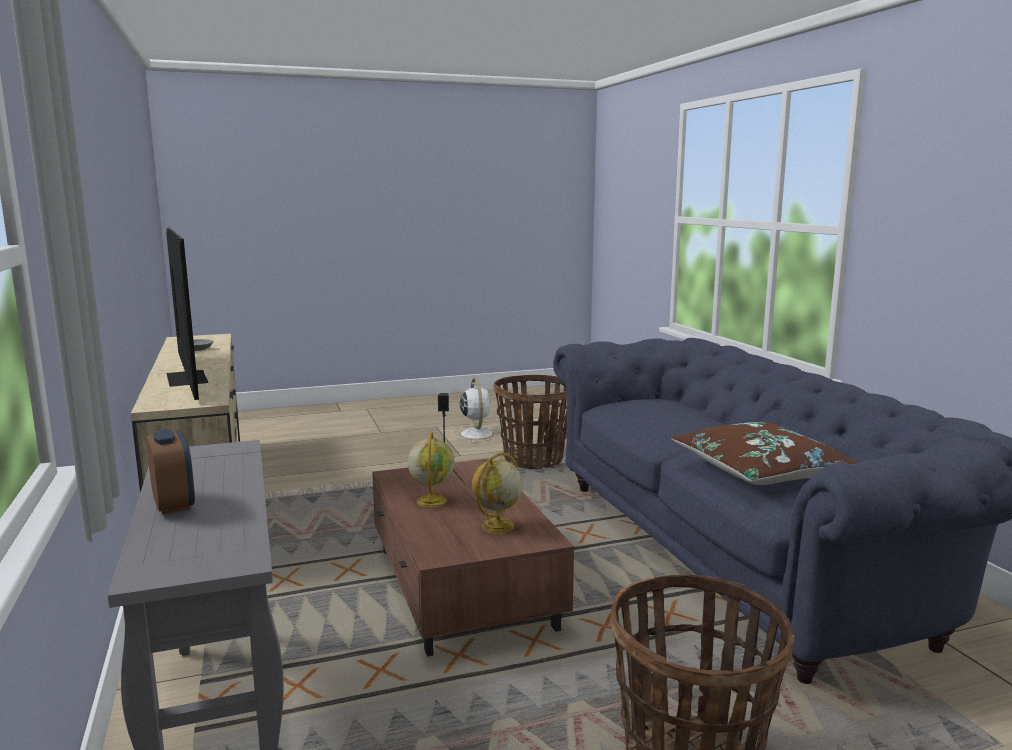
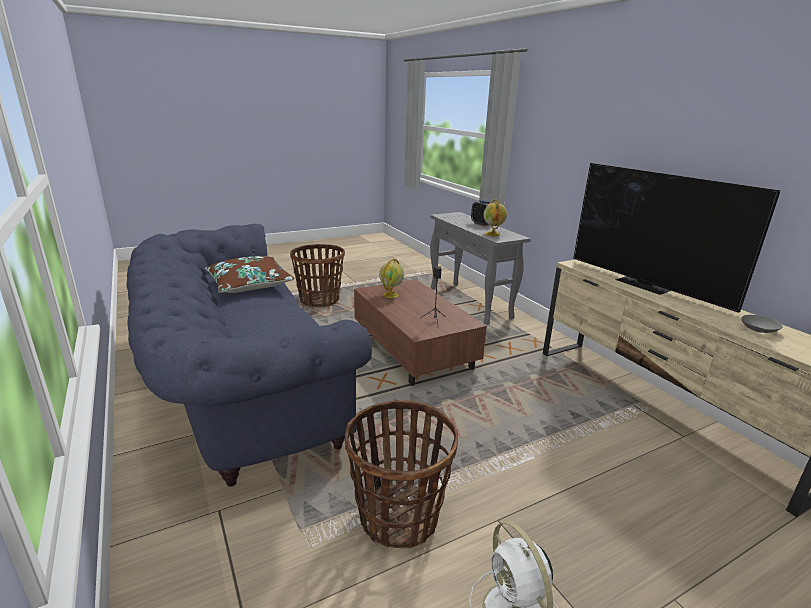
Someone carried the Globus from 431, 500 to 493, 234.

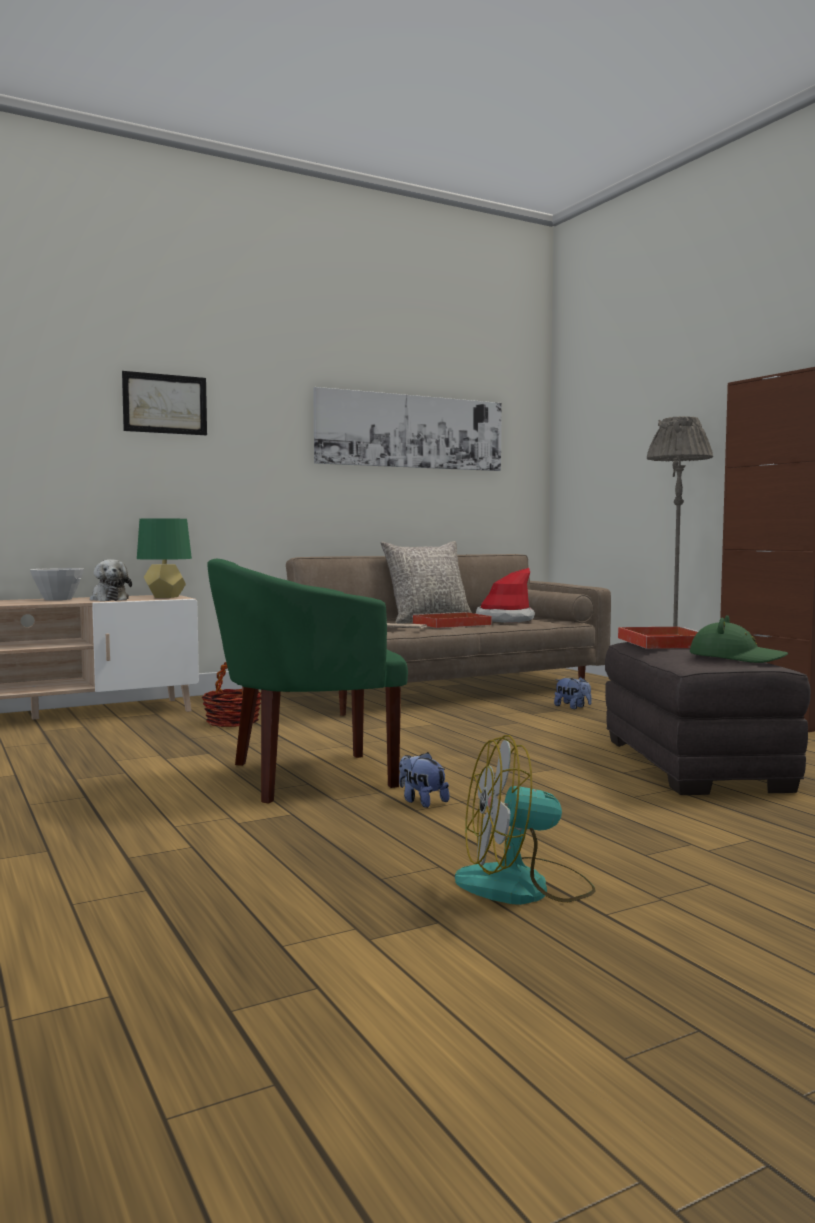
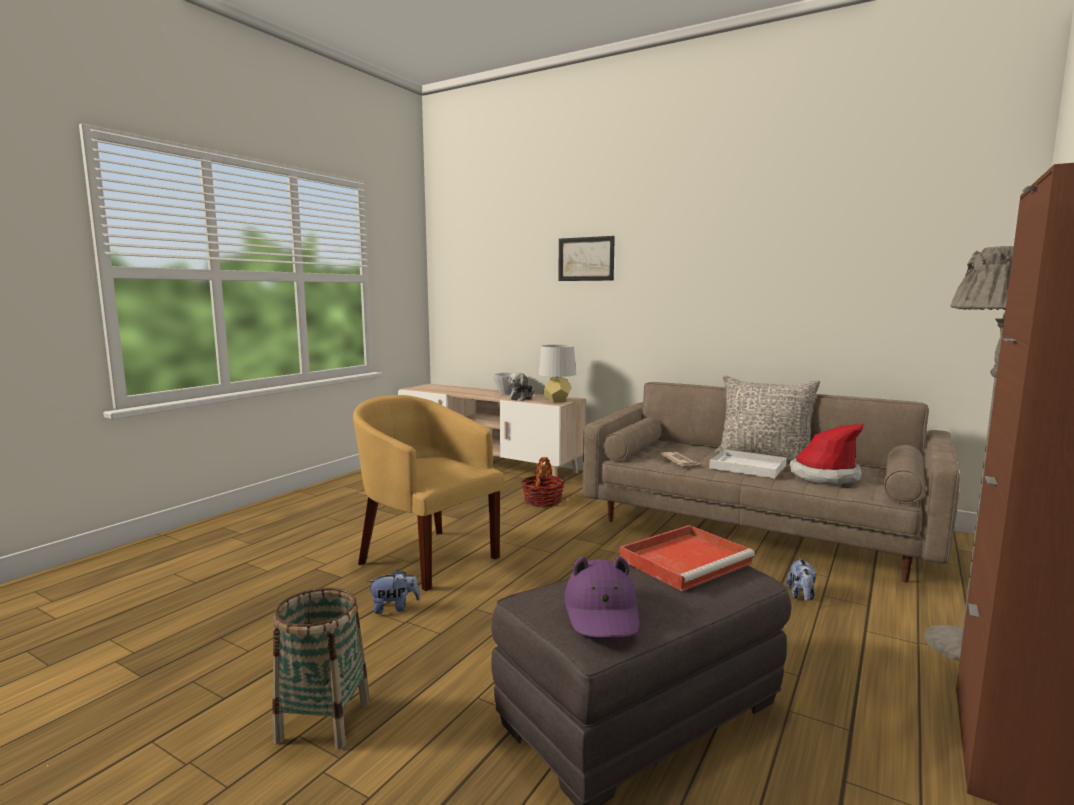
Someone put down the Korb at 324, 721.
Someone repainted the Sessel (grün) at 305, 777, which became the Sessel (gelb) at 427, 557.
Someone rotated the Plüschtier at 421, 801 by 60 degrees clockwise.
Someone repainted the Tischlampe (grün) at 165, 597, which became the Tischlampe (grau) at 557, 401.
Someone repainted the Hut (grün) at 736, 658, which became the Hut (lila) at 602, 612.
Someone repainted the Tablett (rot) at 450, 624, which became the Tablett (weiß) at 746, 467.
Someone took away the Bild at 411, 431.
Someone took away the Ventilator at 524, 886.

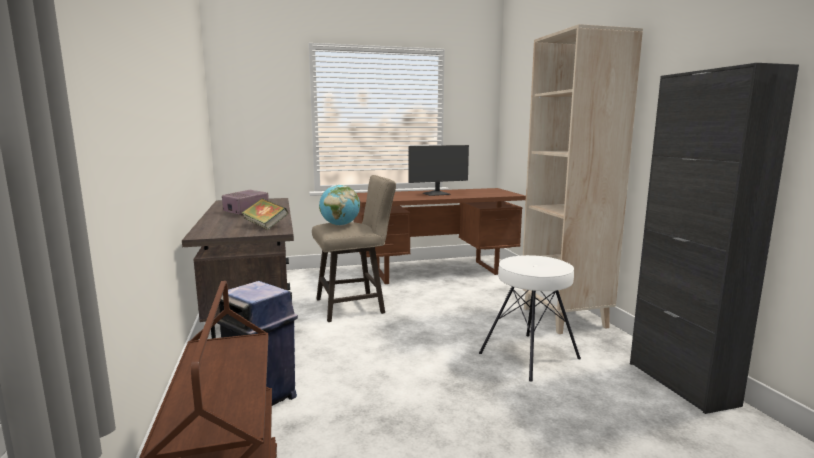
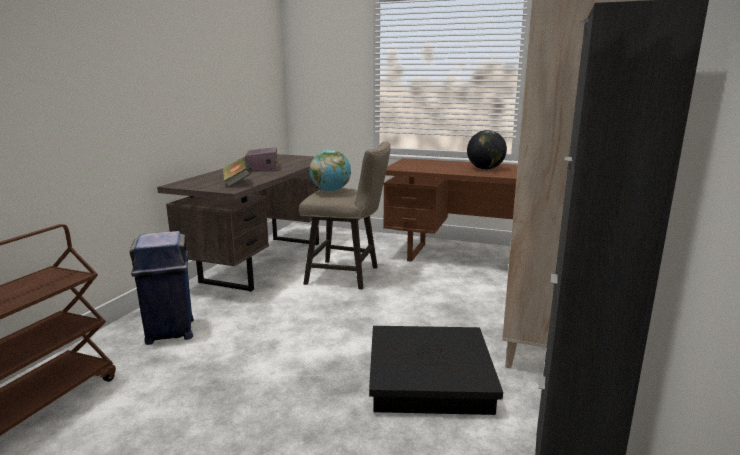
Someone swapped the Hocker (weiß) at 530, 356 for the Aufbewahrungsbox (schwarz) at 429, 378.
Someone swapped the Monitor at 437, 194 for the Globus at 485, 169.

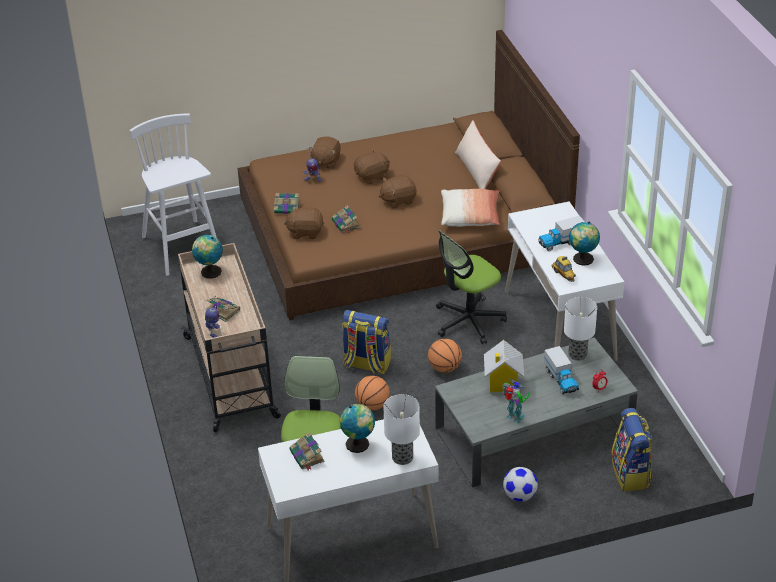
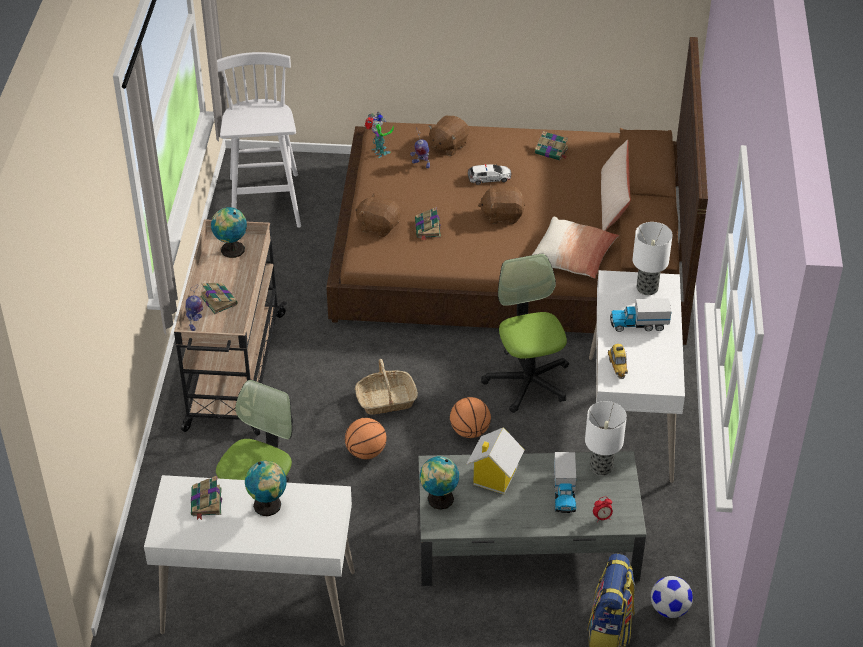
Someone swapped the Rucksack at 366, 364 for the Korb at 386, 400.
Someone carried the Spielzeugroboter from 514, 418 to 379, 152.
Someone carried the Globus from 582, 260 to 439, 500.
Someone swapped the Plüschtier (braun) at 372, 177 for the Spielzeugauto at 489, 178.
Someone rotated the Bürostuhl at 468, 321 by 90 degrees clockwise.
Someone carried the Buch from 287, 208 to 552, 151.
Someone carried the Tischlampe from 402, 457 to 647, 288.
Someone carried the Fußball from 519, 496 to 669, 609.

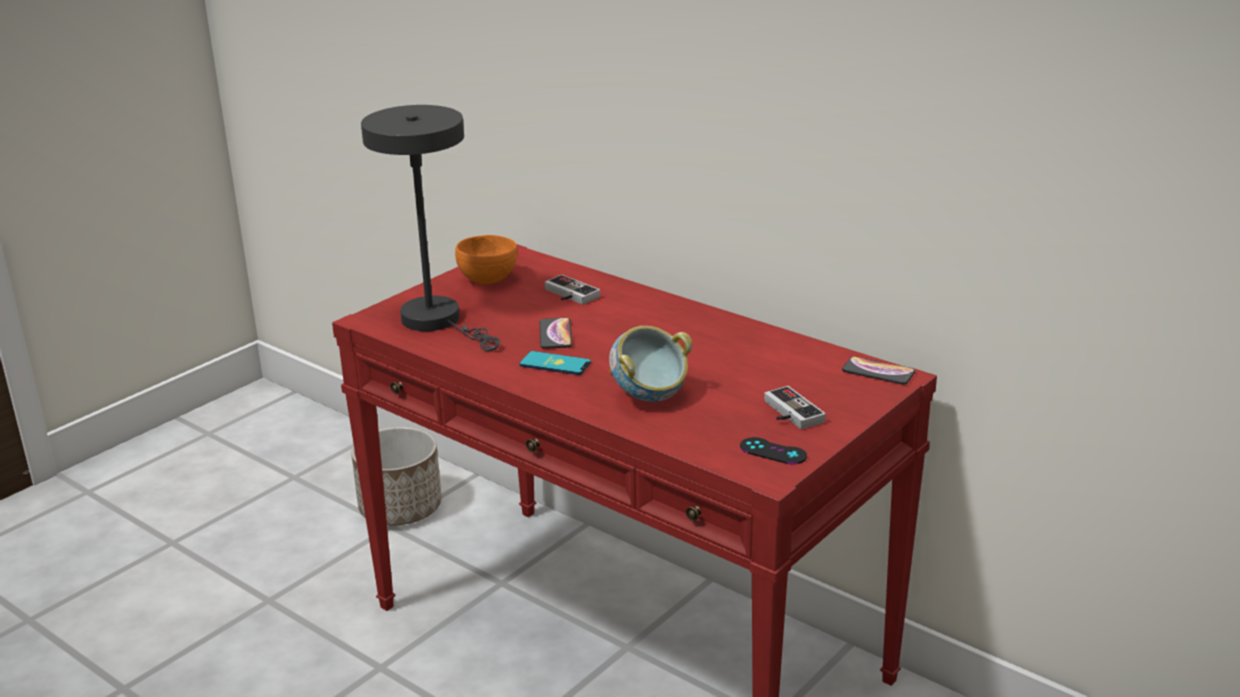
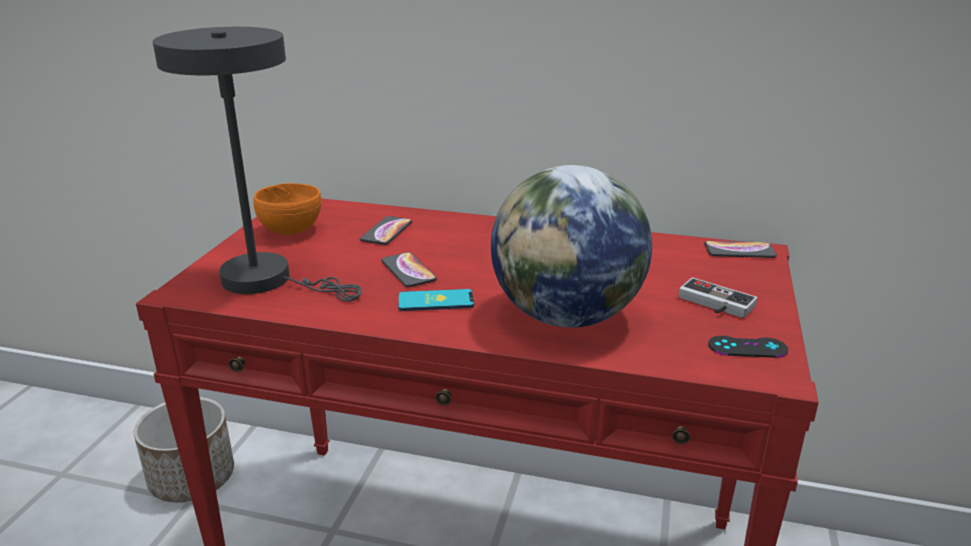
Someone swapped the Gamepad at 568, 295 for the Handy at 386, 231.
Someone swapped the Schüssel at 649, 397 for the Globus at 567, 317.

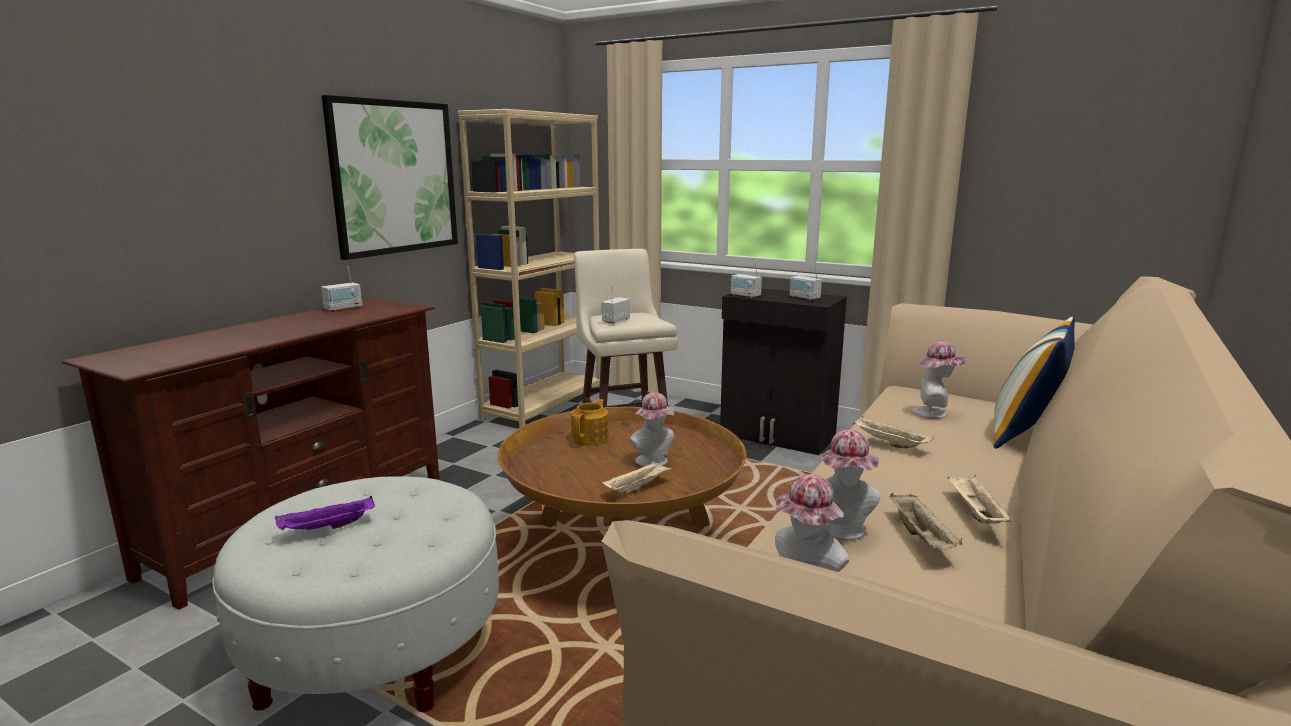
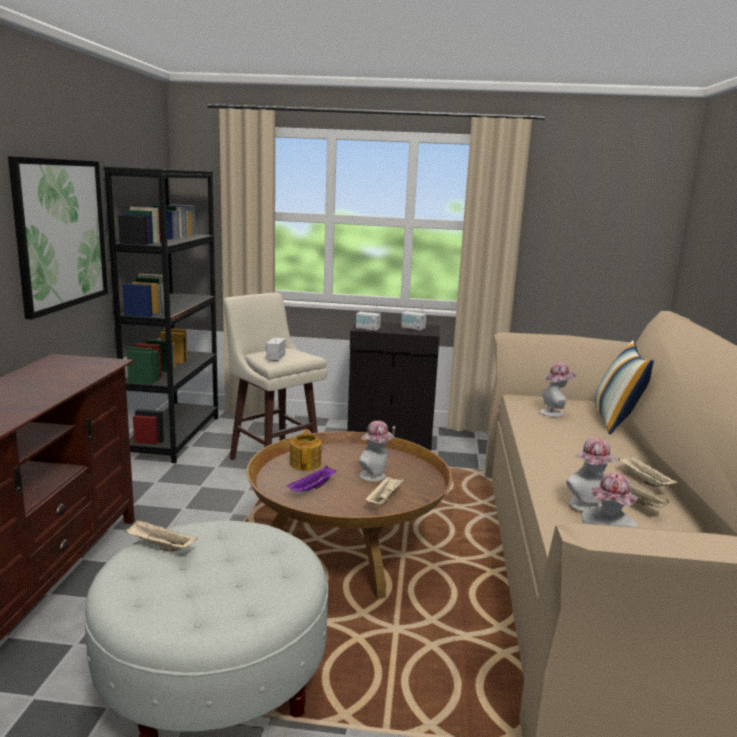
Someone repainted the Bücherregal (beige) at 544, 405, which became the Bücherregal (schwarz) at 175, 436.
Someone carried the Tablett (beige) from 888, 443 to 159, 546.
Someone carried the Tablett (lila) from 327, 528 to 312, 489.
Someone took away the Radio at 343, 308.

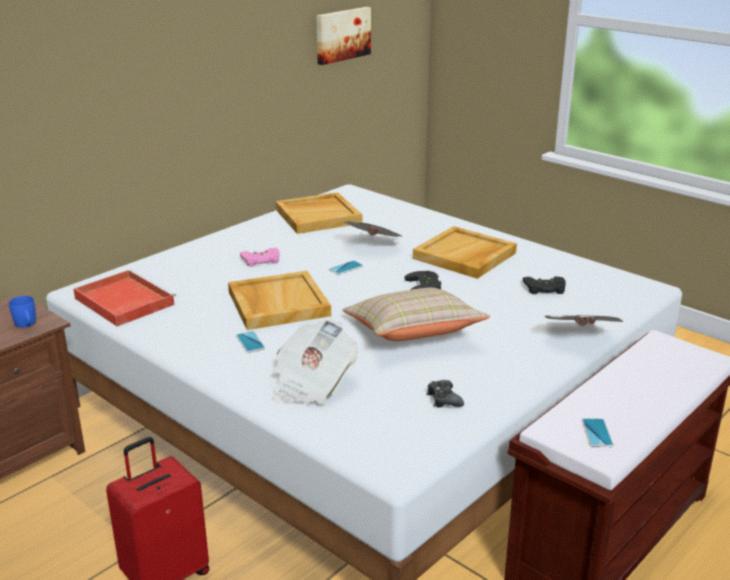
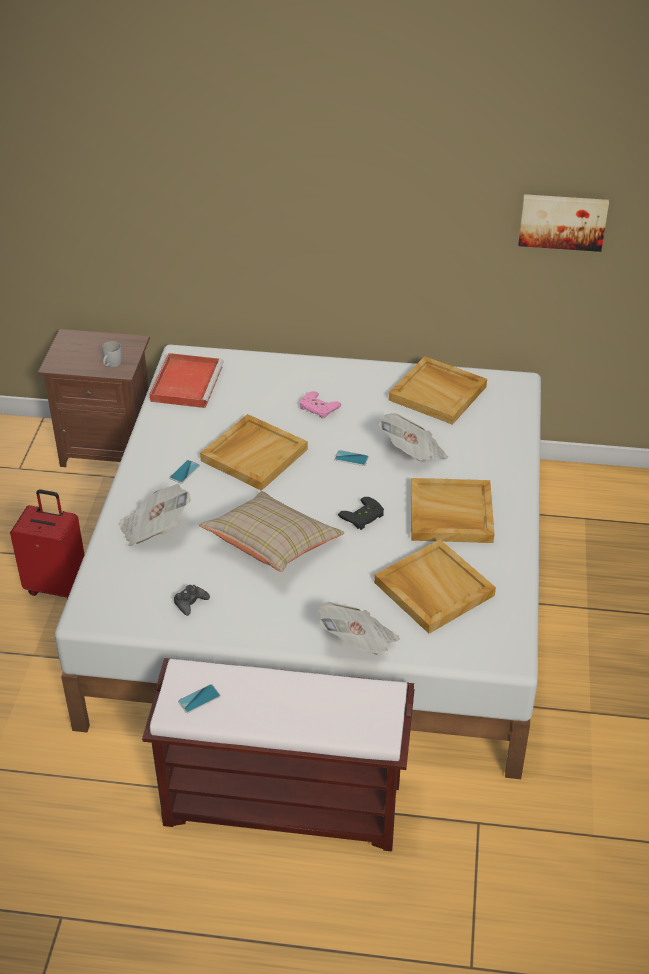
Someone repainted the Henkelbecher (blau) at 26, 325, which became the Henkelbecher (weiß) at 111, 365.
Someone swapped the Gamepad (schwarz) at 544, 289 for the Tablett (beige) at 432, 589.

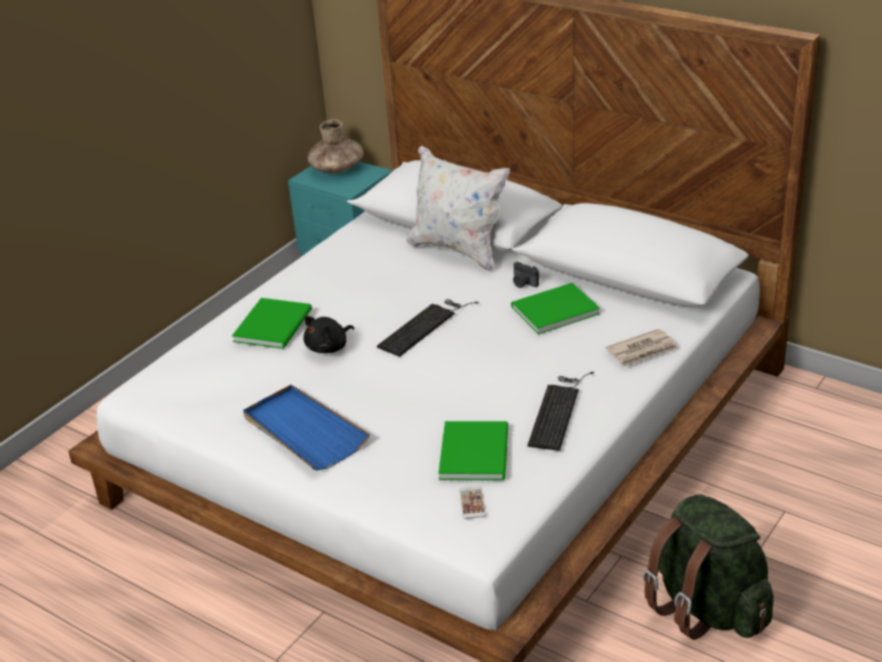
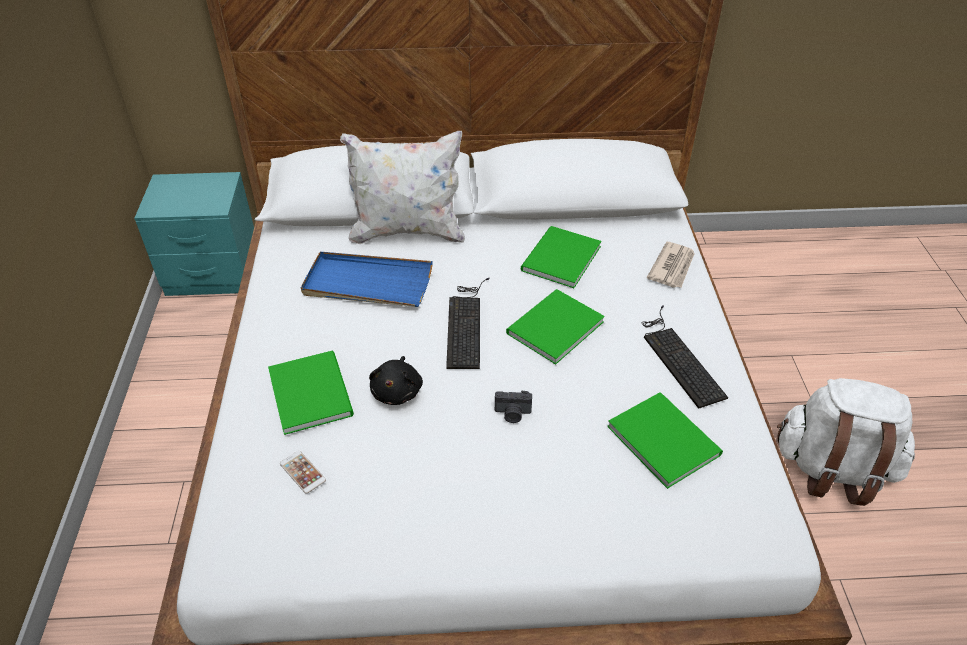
Someone carried the Handy from 472, 503 to 302, 472.
Someone carried the Tablett (blau) from 304, 431 to 367, 283.
Someone carried the Kamera from 523, 283 to 512, 414.
Someone put down the Buch (grün) at 552, 328.
Someone repainted the Rucksack (grün) at 707, 607, which became the Rucksack (weiß) at 832, 469.
Someone took away the Vase (braun) at 337, 169.

